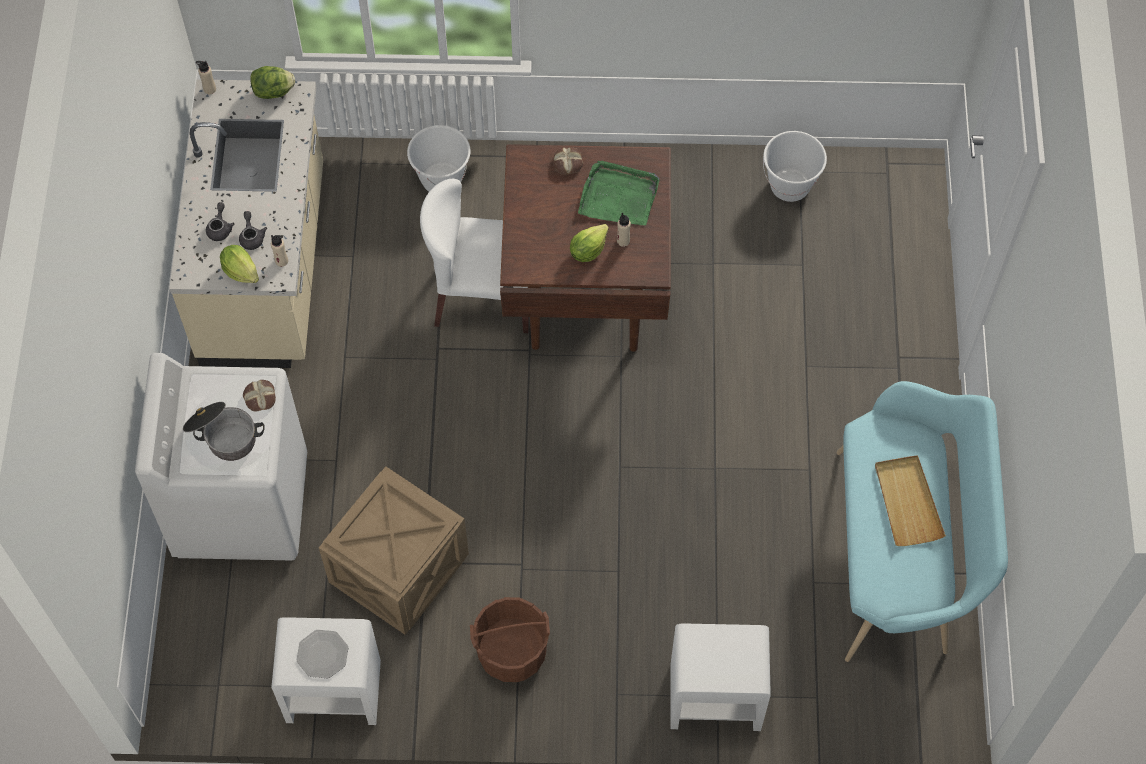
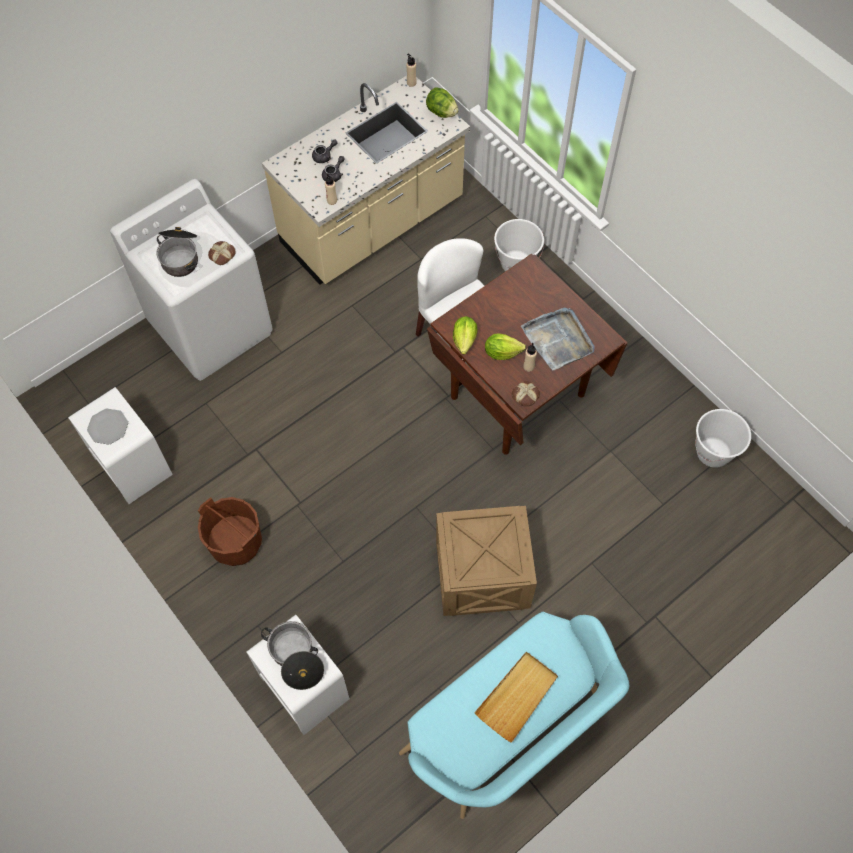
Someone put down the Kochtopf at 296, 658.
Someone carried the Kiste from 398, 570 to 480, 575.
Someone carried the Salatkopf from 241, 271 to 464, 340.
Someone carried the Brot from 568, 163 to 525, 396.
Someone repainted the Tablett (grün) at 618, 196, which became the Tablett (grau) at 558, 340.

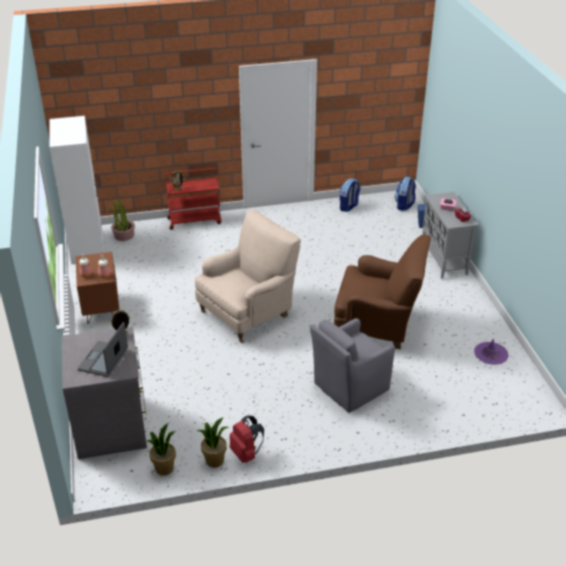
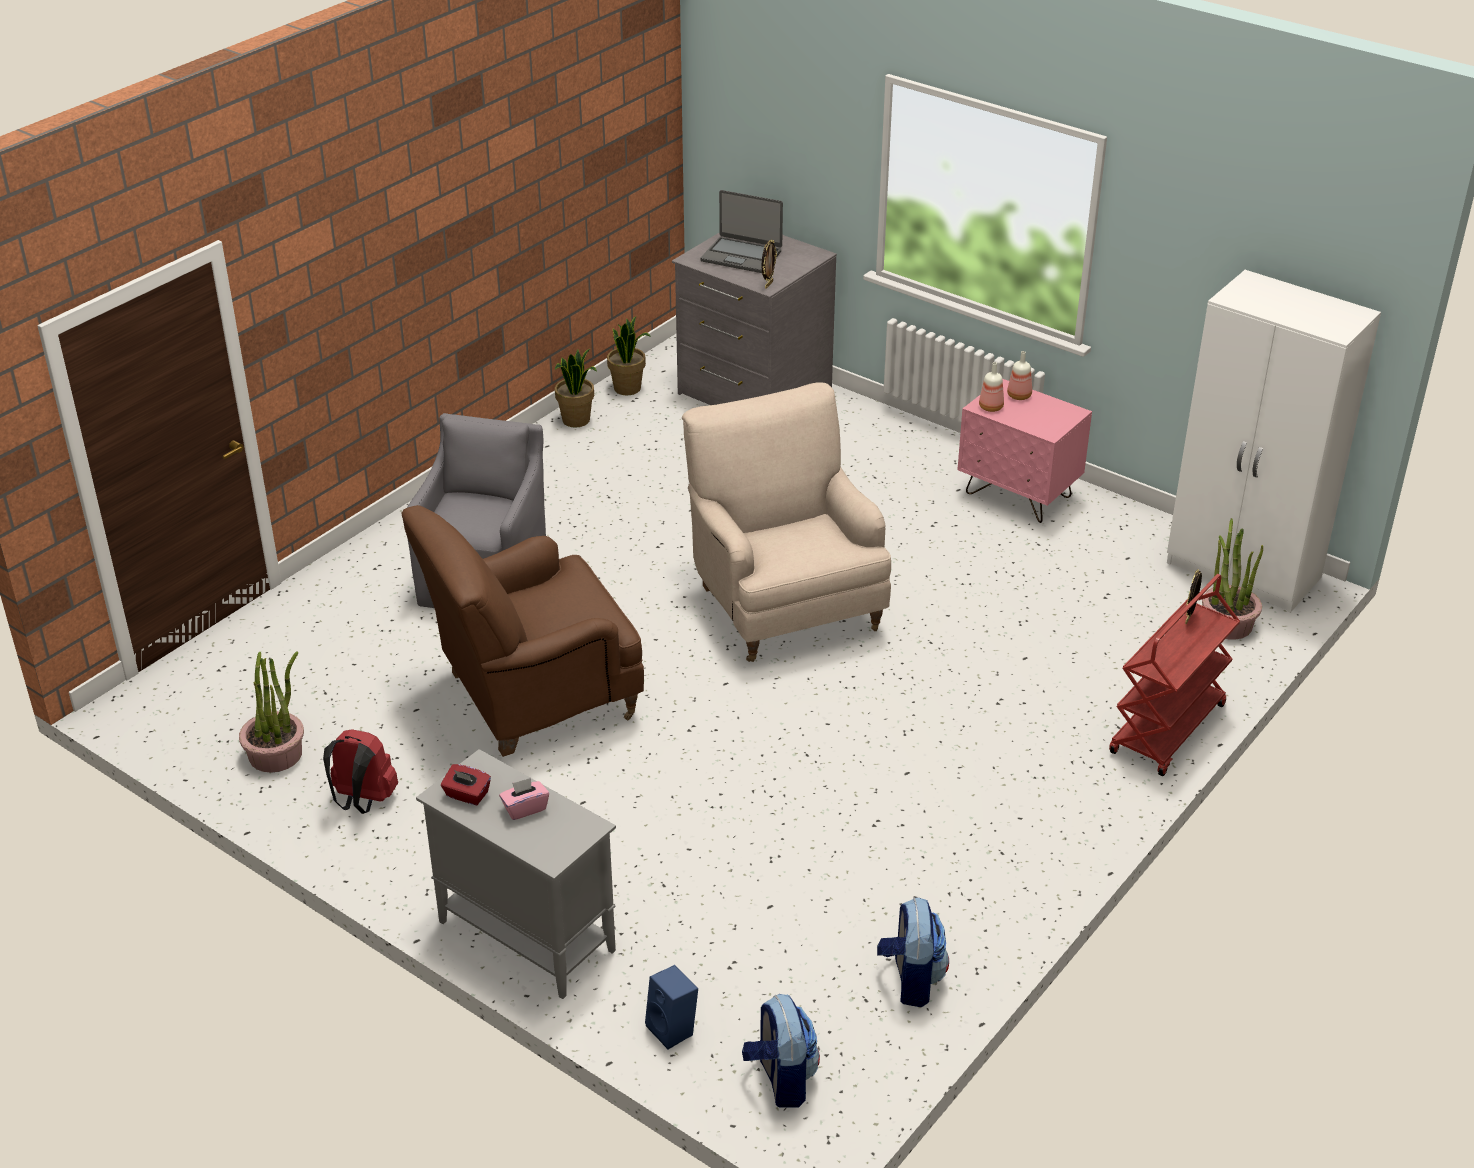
Someone swapped the Hut (lila) at 491, 353 for the Topfpflanze at 276, 754.
Someone carried the Rucksack (rot) from 246, 453 to 362, 801.
Someone rotated the Sessel (beige) at 248, 313 by 150 degrees clockwise.
Someone rotated the Laptop at 104, 359 by 135 degrees clockwise.
Someone repainted the Nachttisch (braun) at 101, 308, which became the Nachttisch (rosa) at 1018, 495.

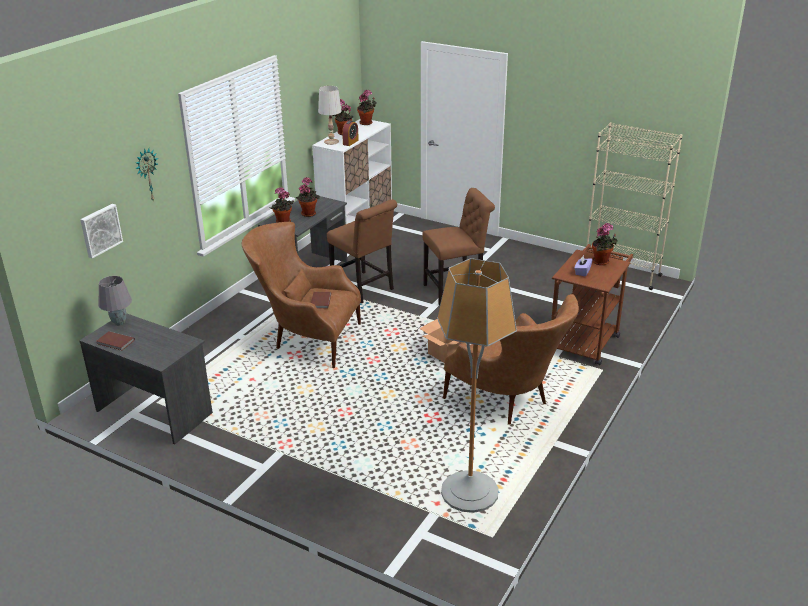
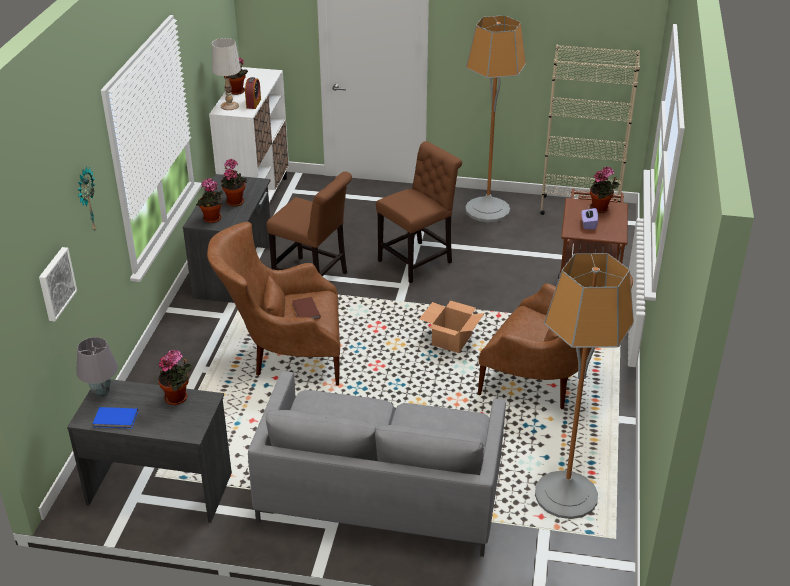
Someone repainted the Buch (braun) at 115, 342, which became the Buch (blau) at 116, 419.
Someone carried the Topfpflanze from 367, 123 to 178, 398.
Someone put down the Sofa (grau) at 380, 496.
Someone put down the Stehlampe at 487, 210.

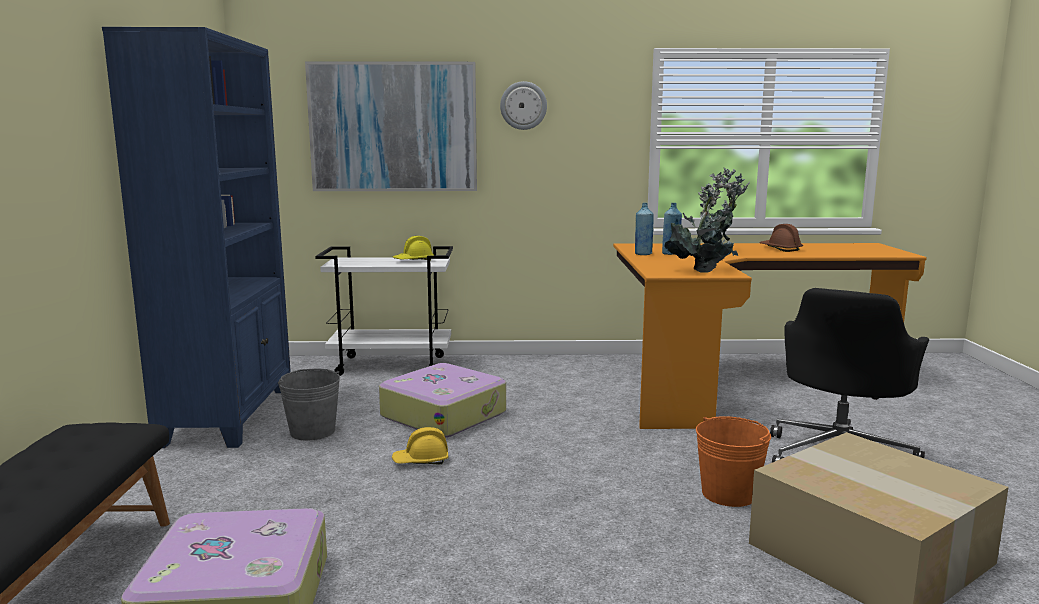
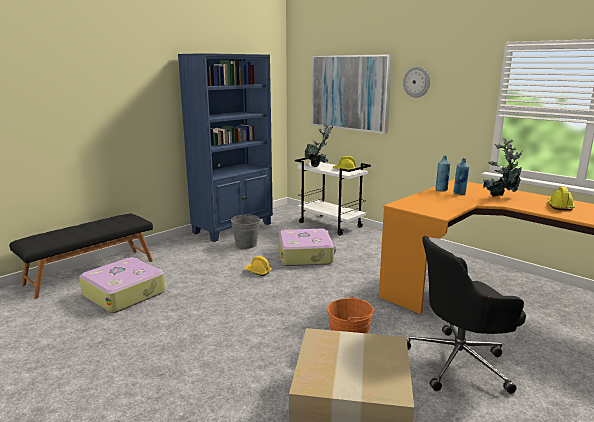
Someone carried the Topfpflanze from 701, 270 to 318, 166.
Someone repainted the Schutzhelm (braun) at 780, 249, which became the Schutzhelm (gelb) at 559, 206.

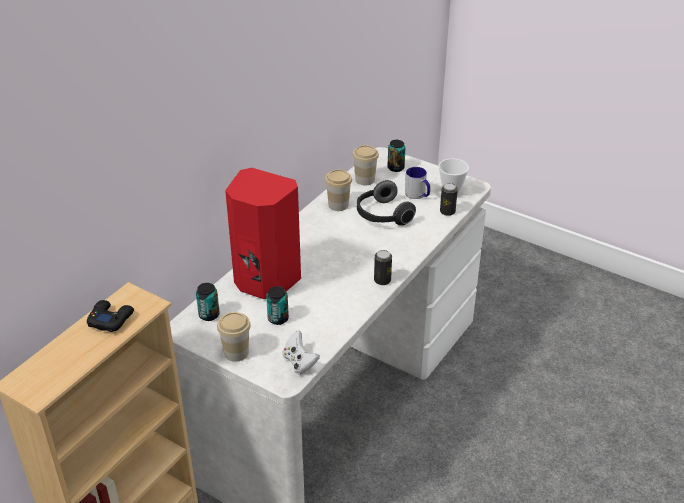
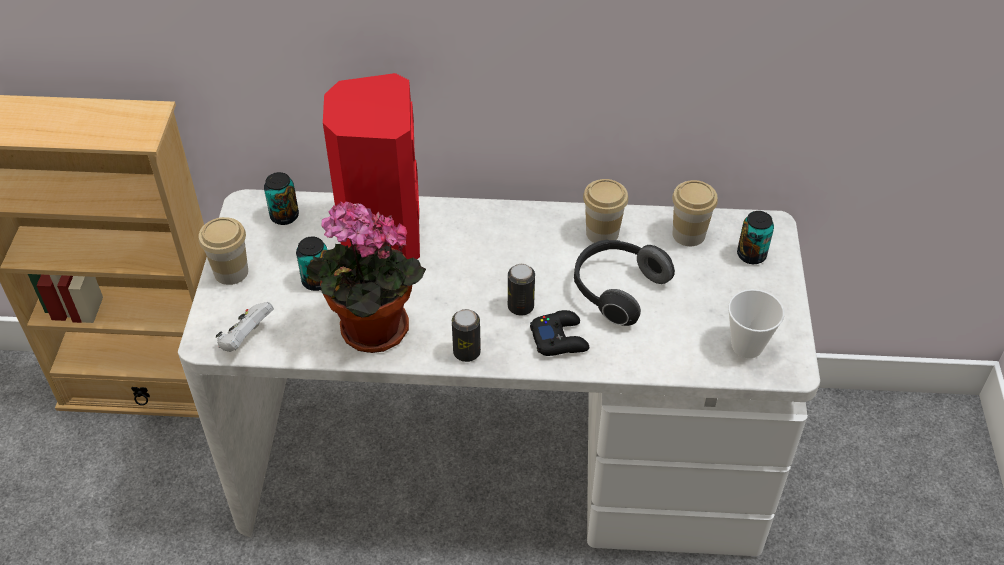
Someone put down the Topfpflanze at 369, 332.
Someone carried the Dose from 447, 212 to 520, 306.
Someone carried the Gamepad (schwarz) from 110, 319 to 559, 338.
Someone took away the Henkelbecher at 418, 195.

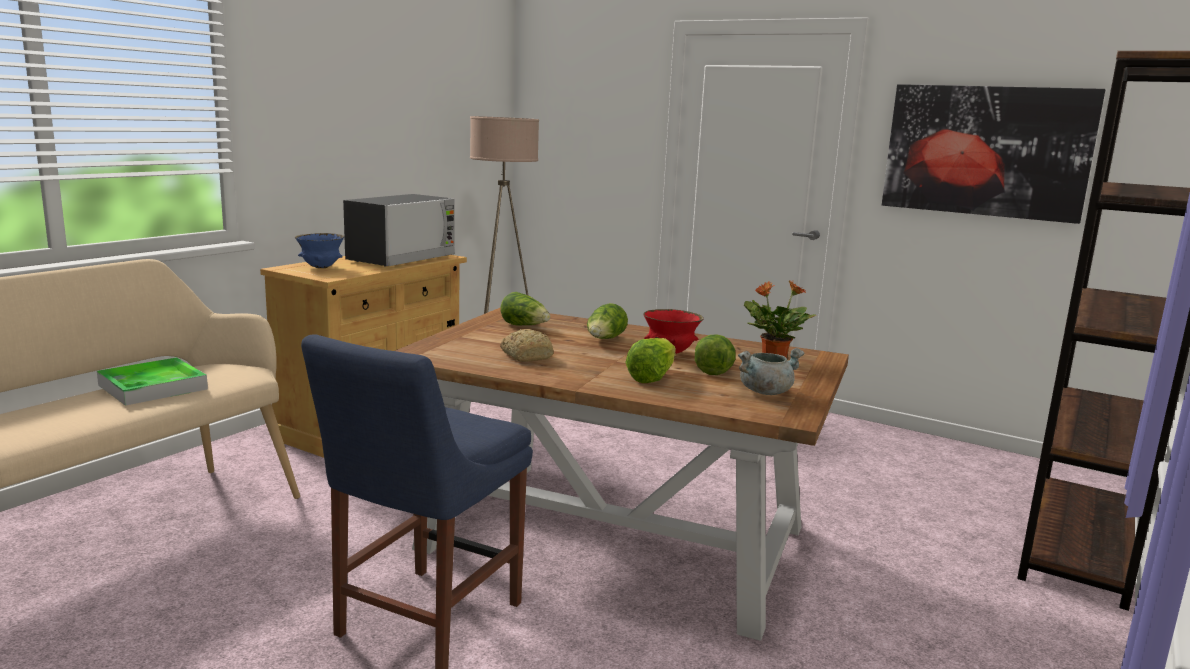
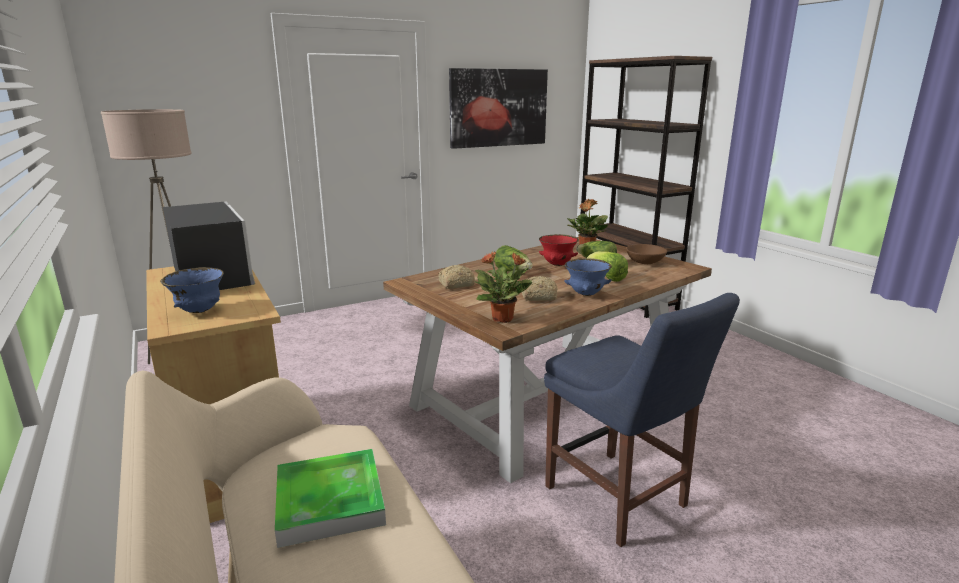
Someone swapped the Salatkopf at 525, 326 for the Brot at 455, 284.
Someone put down the Topfpflanze at 503, 319.
Someone put down the Schüssel (blau) at 586, 294.
Someone swapped the Kochtopf (grau) at 765, 392 for the Schüssel (braun) at 644, 262.

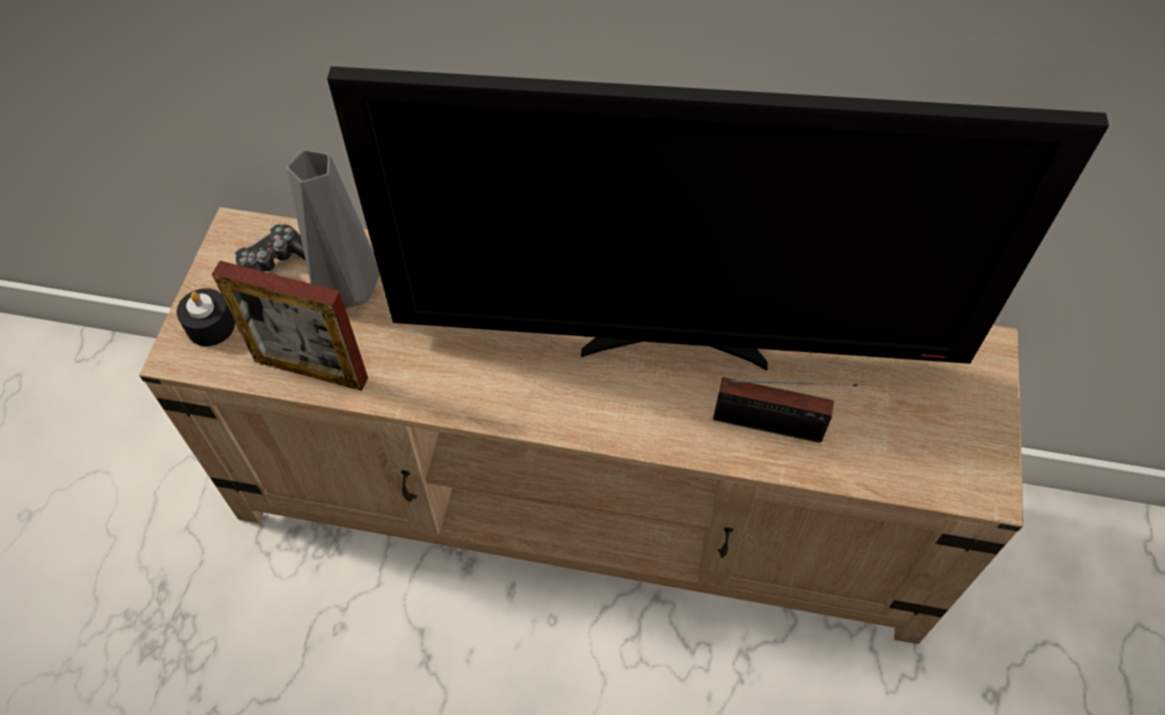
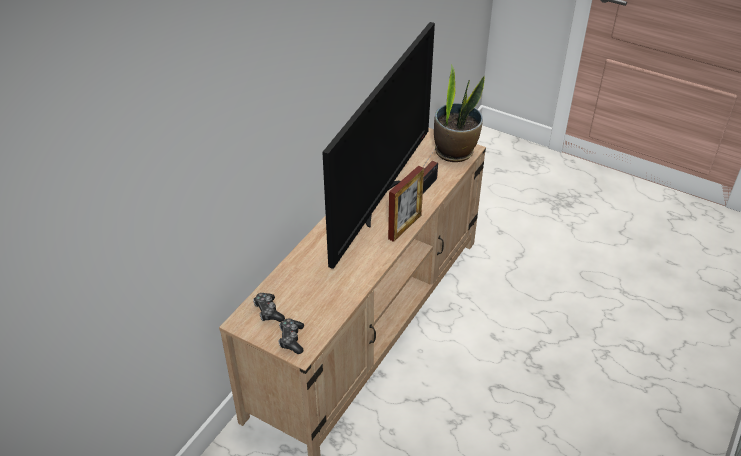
Someone swapped the Kerze (schwarz) at 210, 326 for the Gamepad at 291, 339.
Someone carried the Bilderrahmen from 311, 369 to 405, 227.
Someone put down the Topfpflanze at 455, 151.
Someone took away the Vase (grau) at 353, 291.

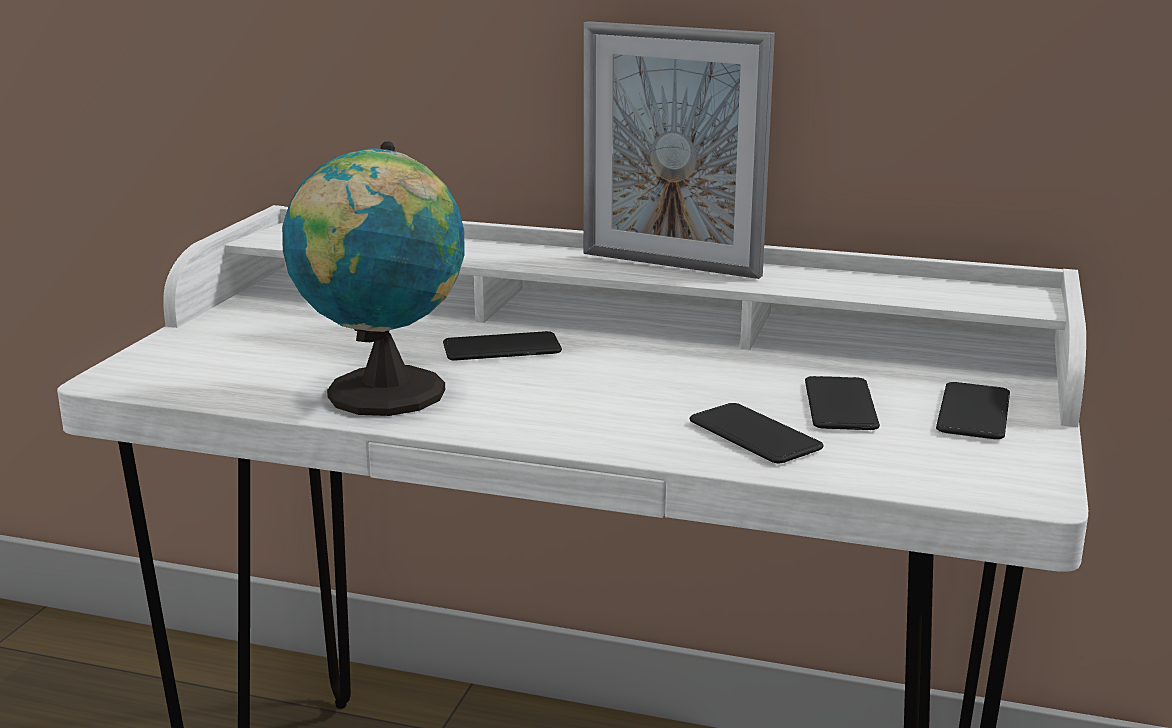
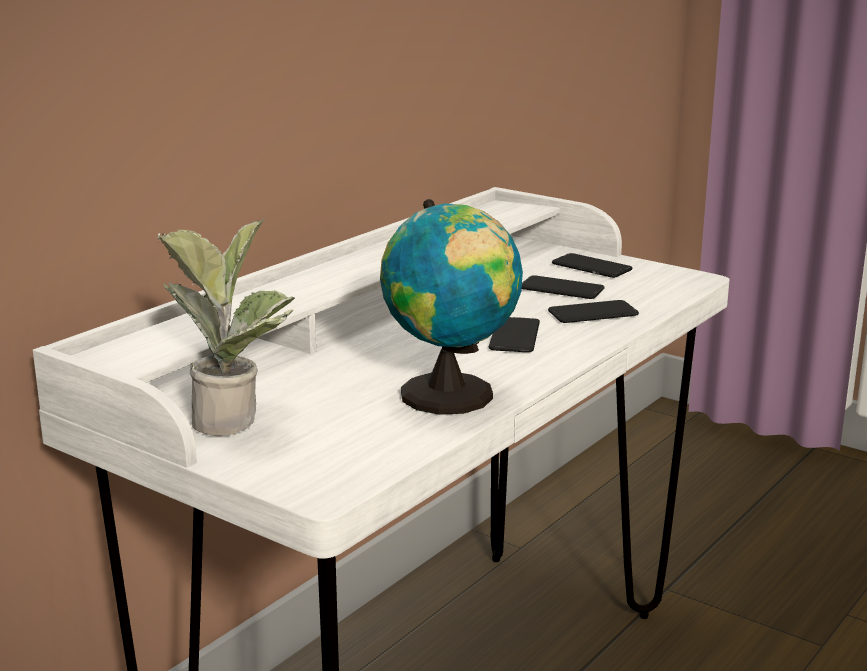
Someone put down the Topfpflanze at 236, 417.
Someone carried the Handy from 502, 349 to 514, 336.
Someone took away the Bilderrahmen at 670, 264.

